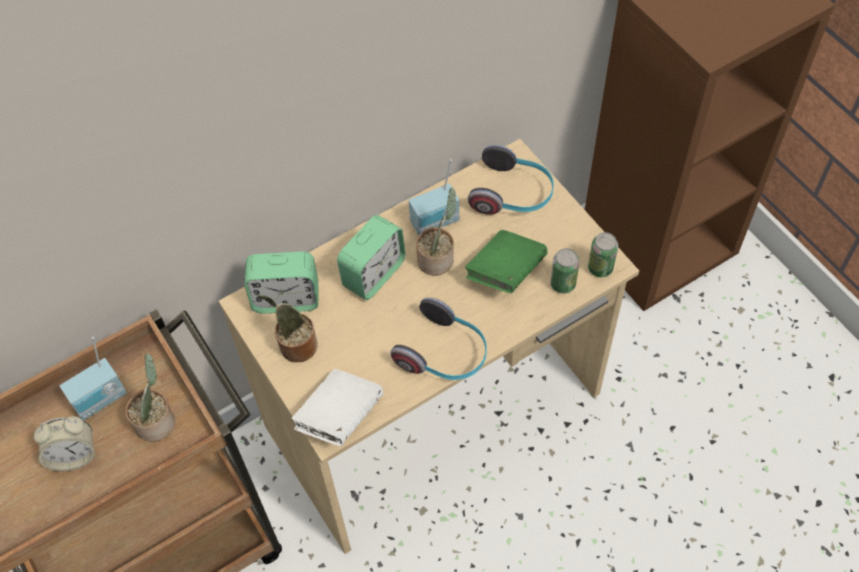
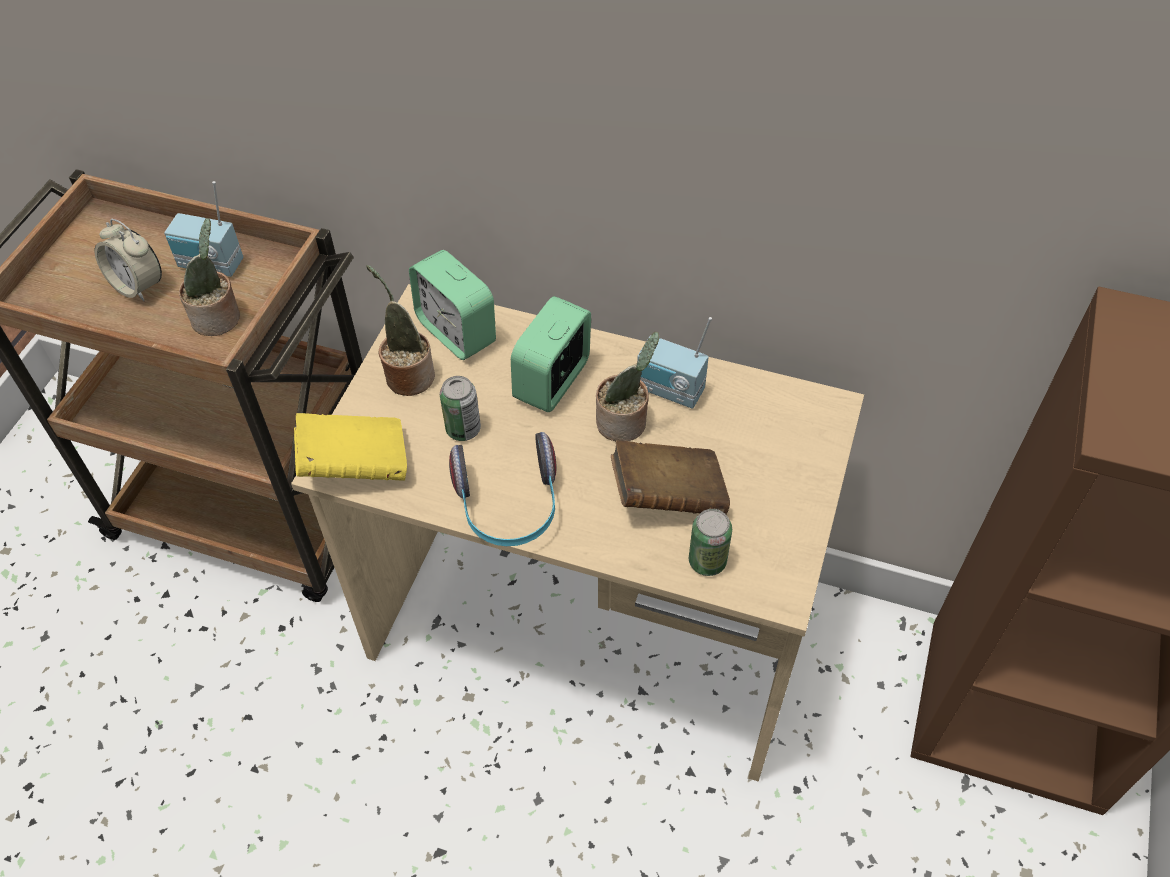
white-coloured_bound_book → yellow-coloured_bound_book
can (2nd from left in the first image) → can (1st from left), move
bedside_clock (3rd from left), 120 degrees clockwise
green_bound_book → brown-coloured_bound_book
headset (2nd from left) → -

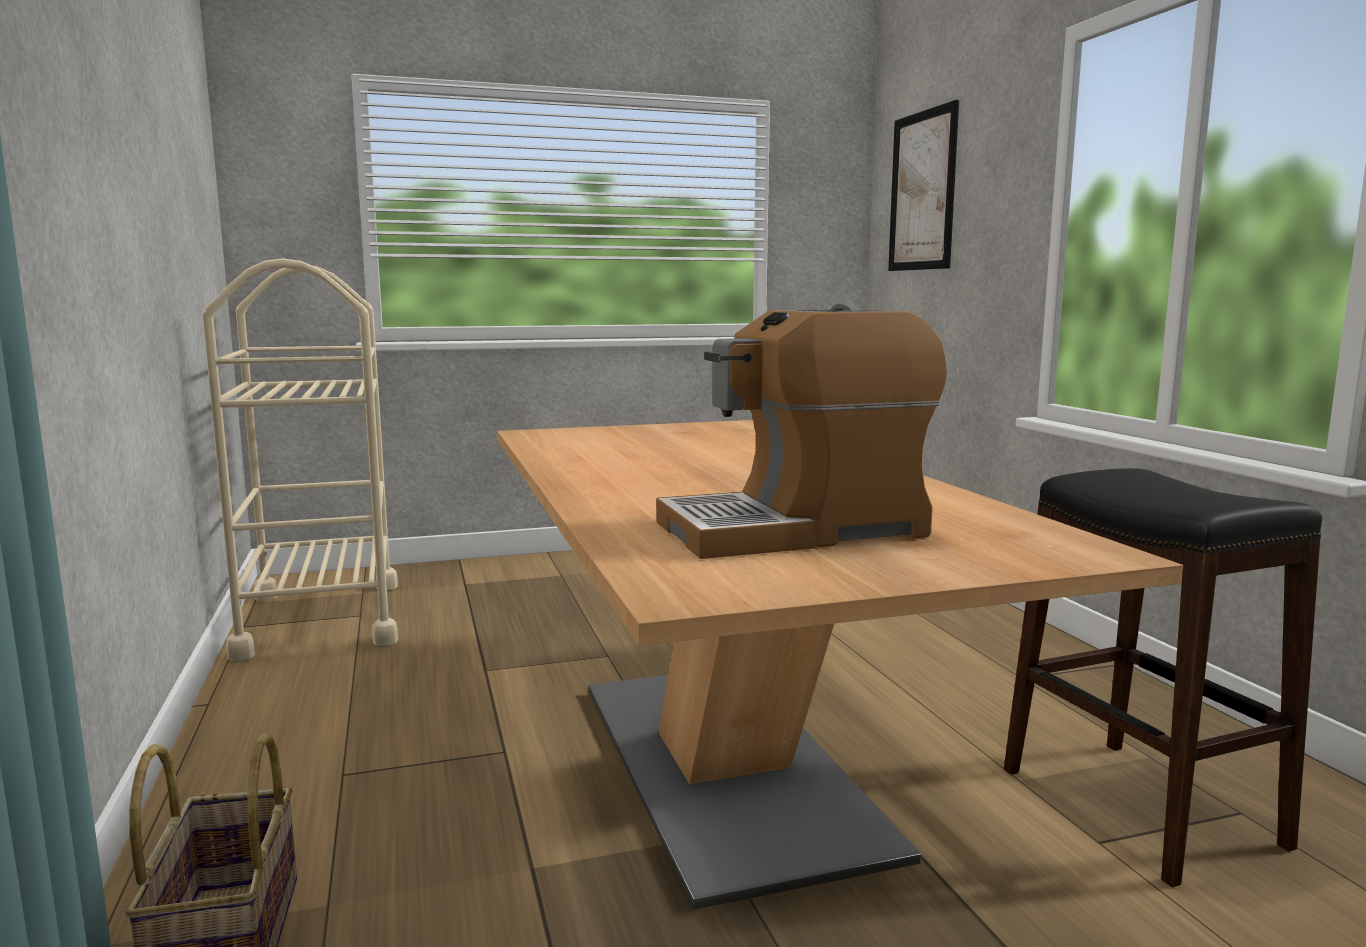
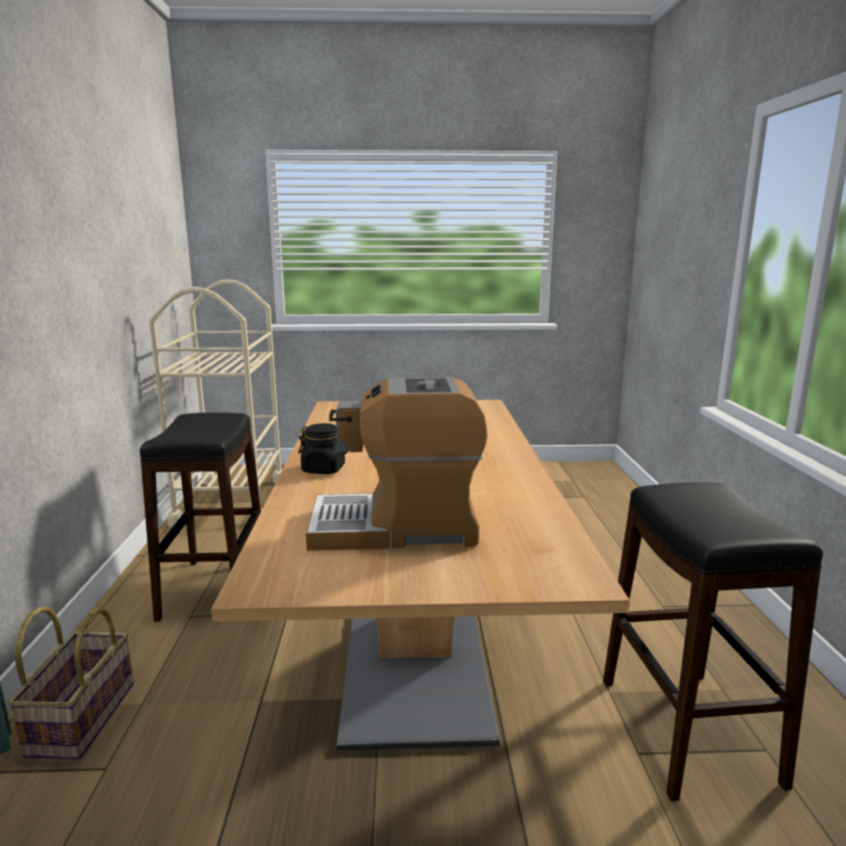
- → black_stool (1st from left)
- → black_preserve_jar
wall_picture → -

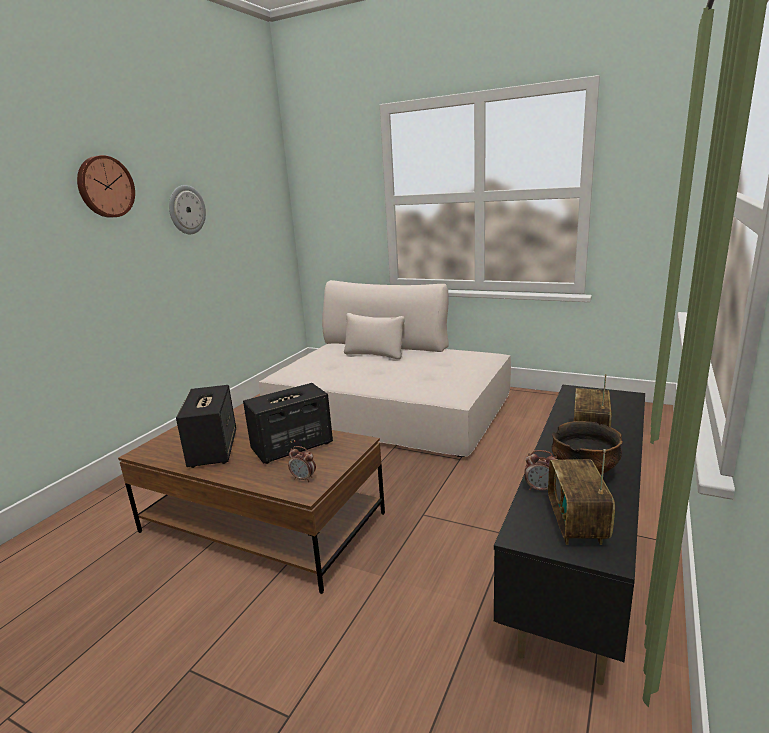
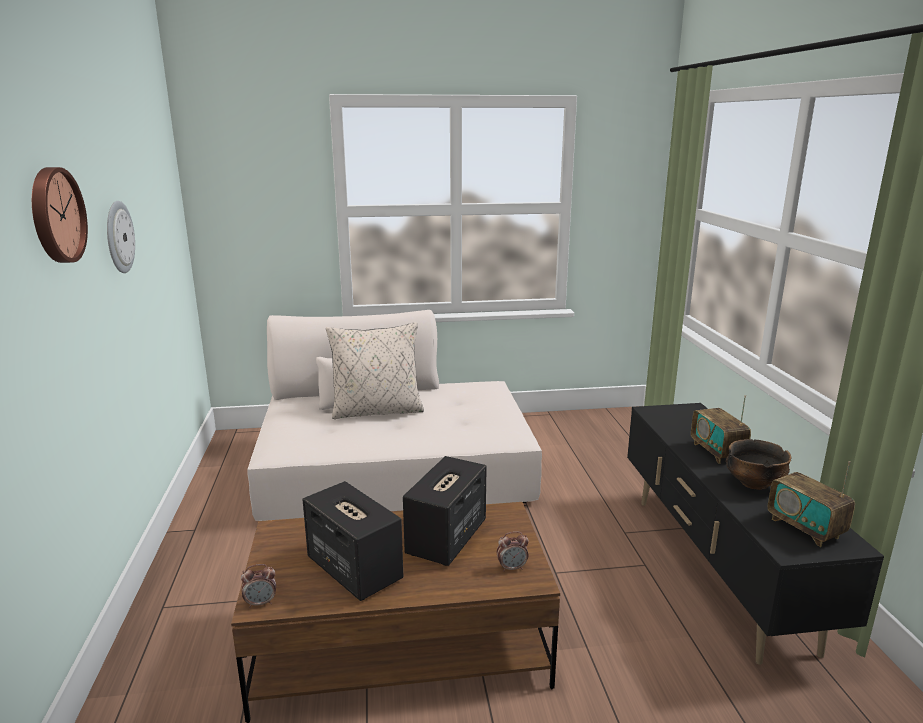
bedside_clock (2nd from left in the first image) → bedside_clock (1st from left), move
- → beige_pillow

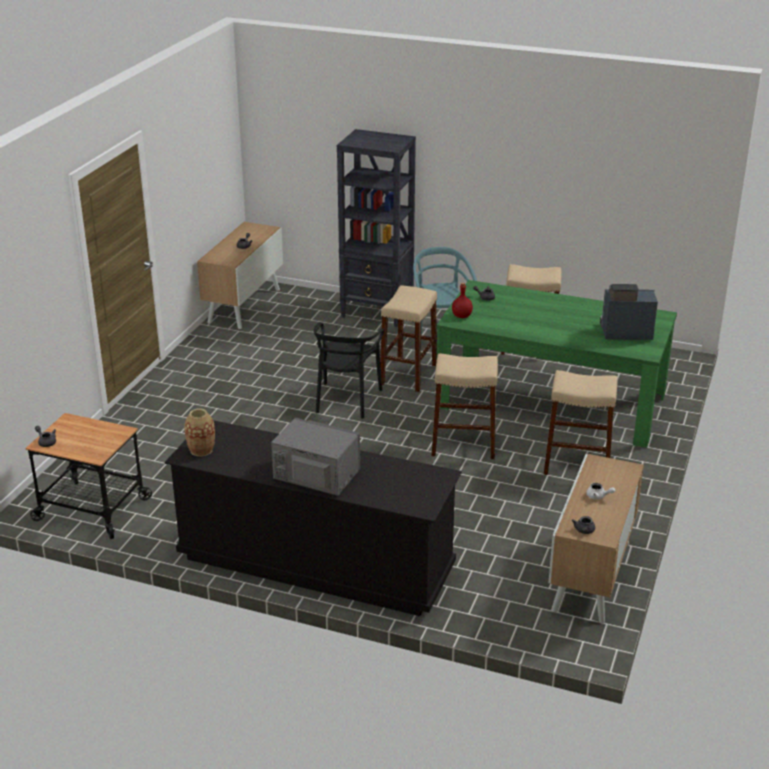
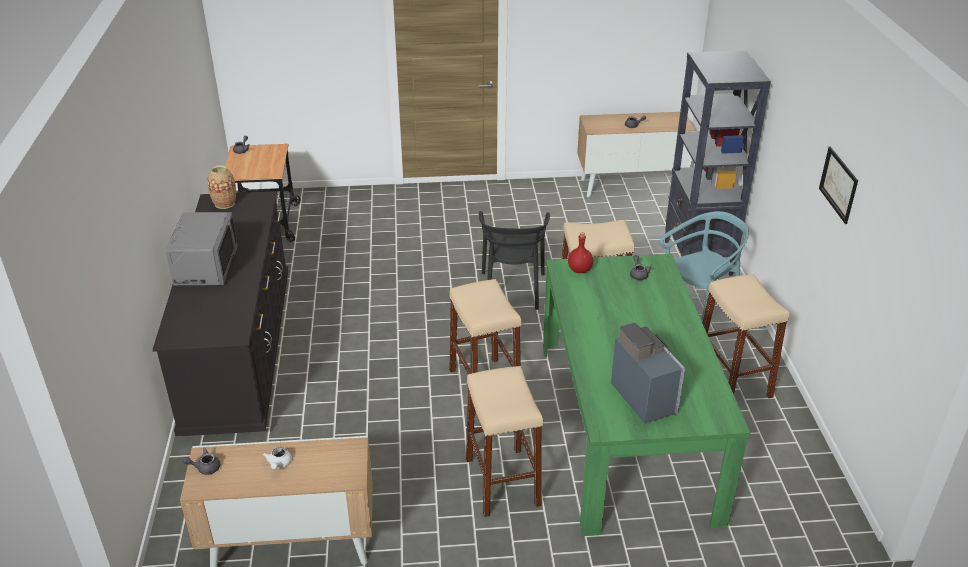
black_chair, 75 degrees counterclockwise
- → wall_picture

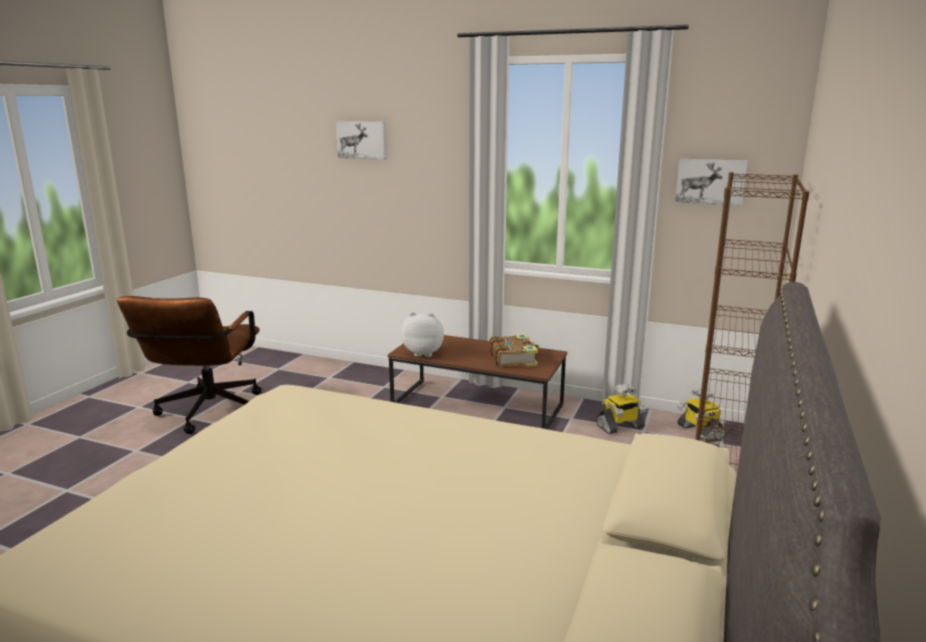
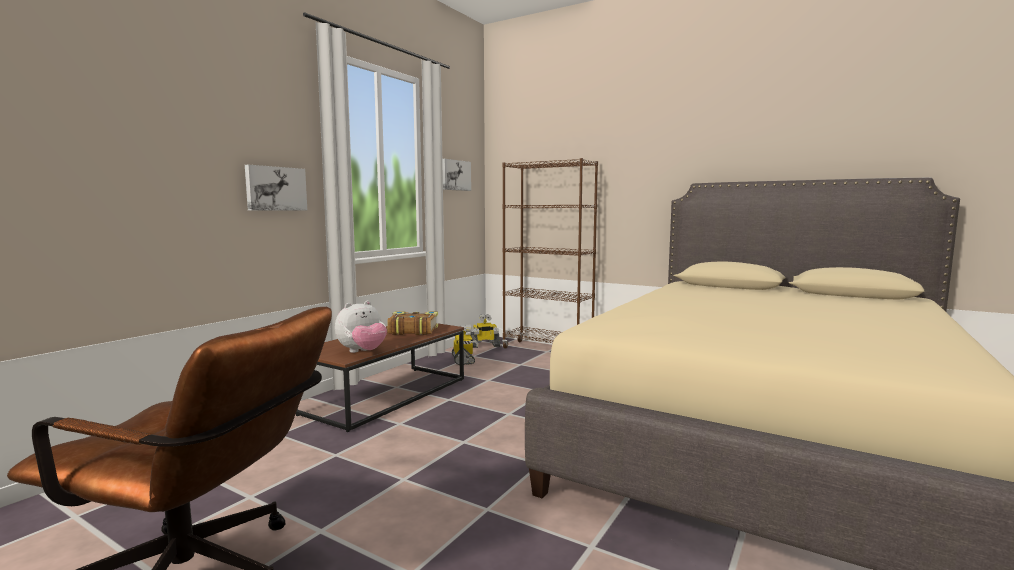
wall_picture (1st from left), move
plush_toy, 150 degrees counterclockwise

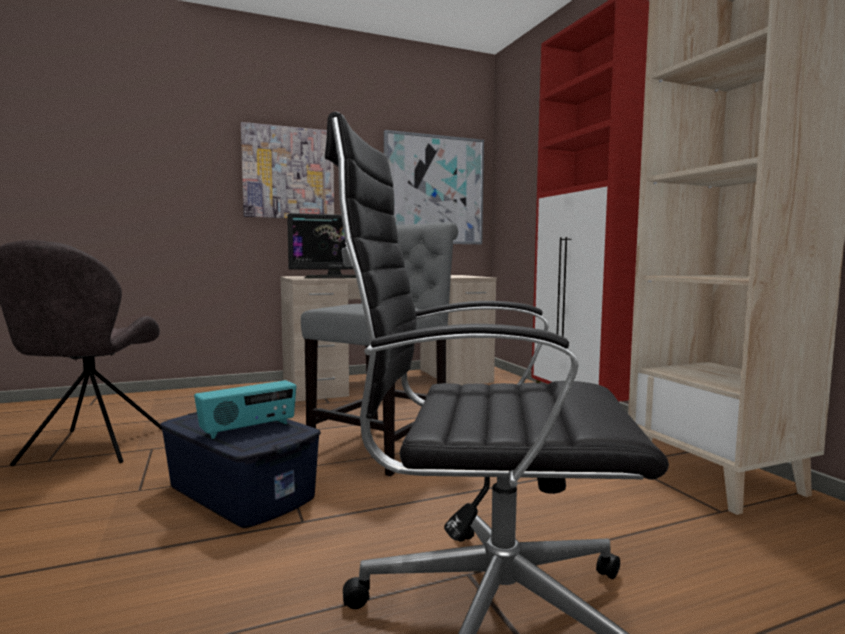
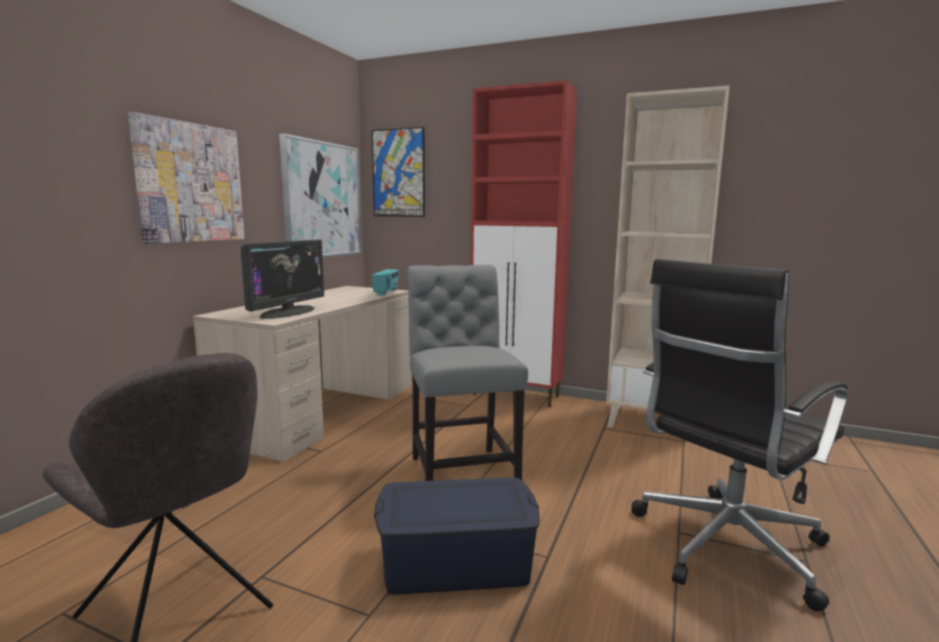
- → wall_picture (3rd from left)
radio_receiver, move

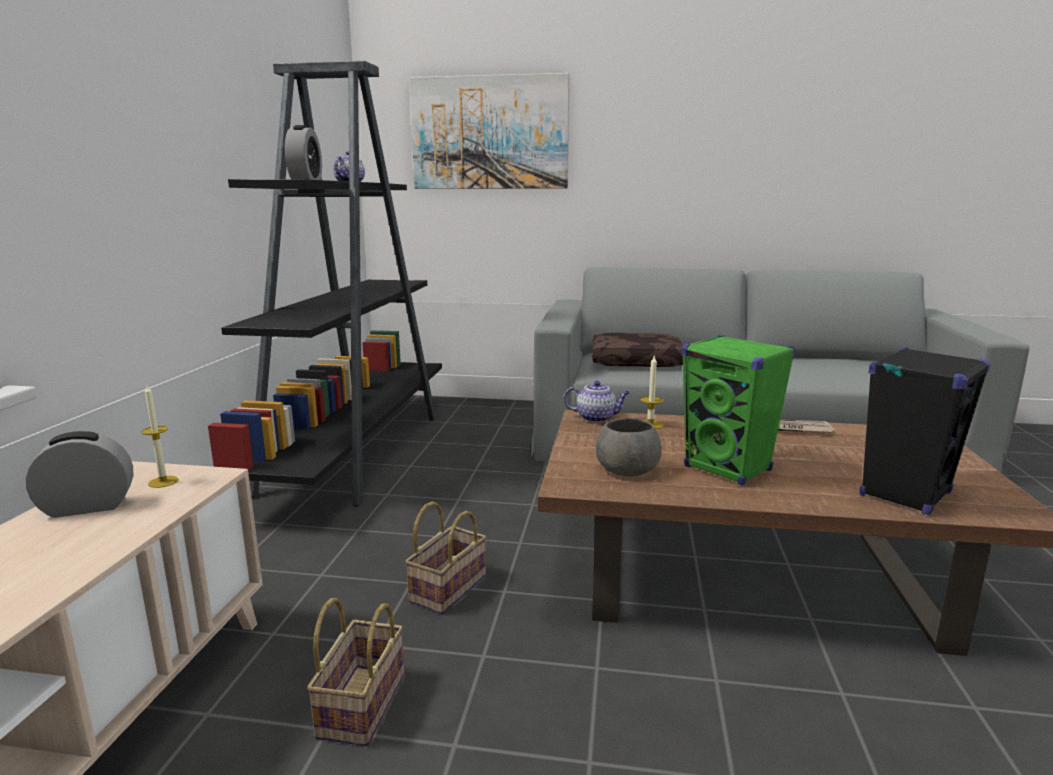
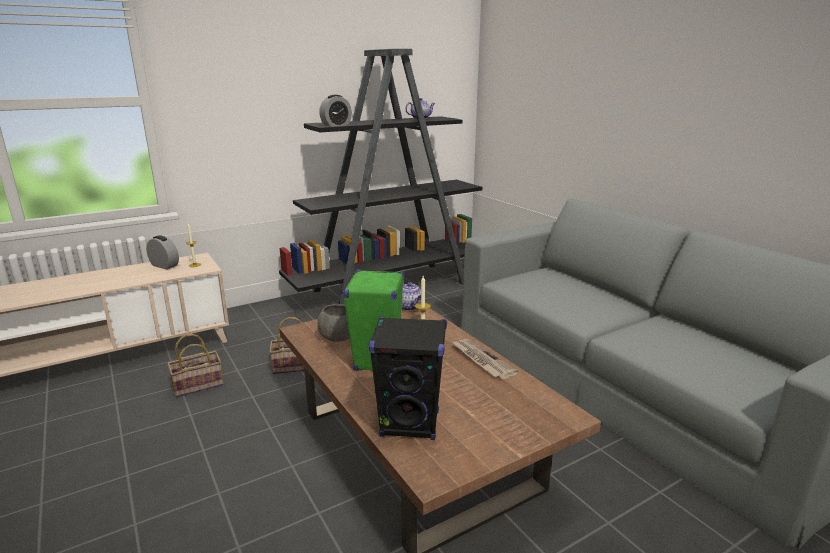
wall_picture → -
brown-coloured_pillow → -

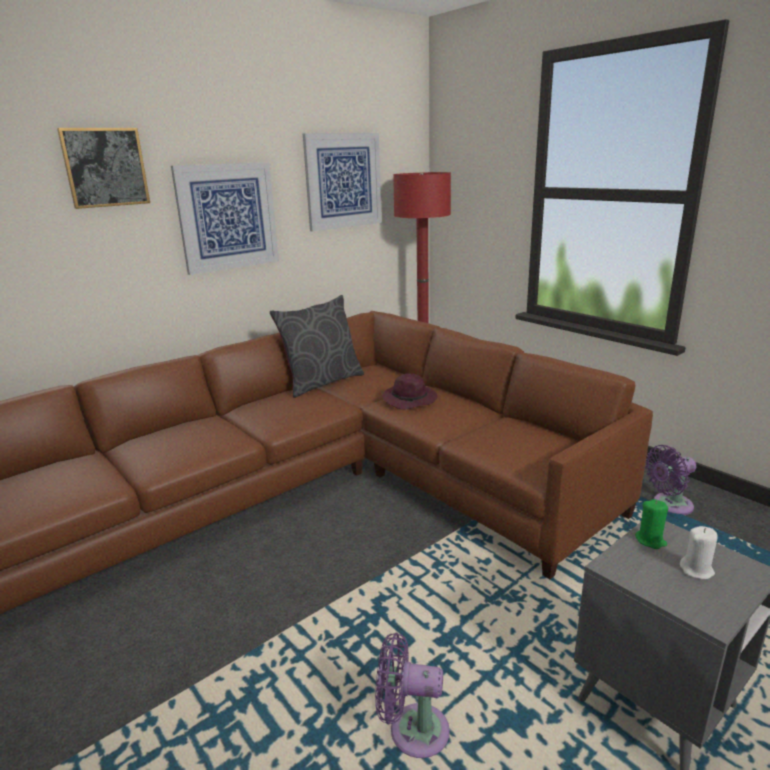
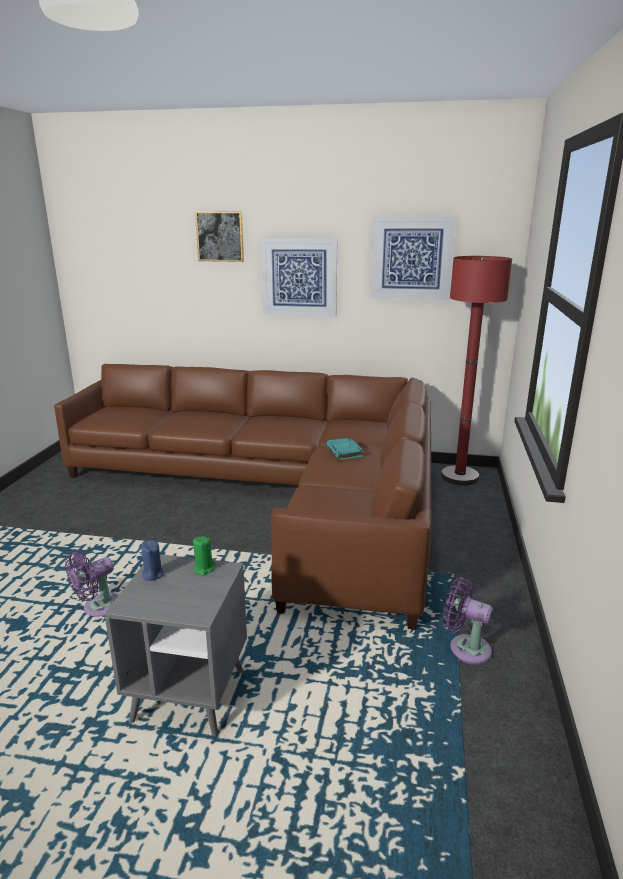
purplish_fan (1st from left), 105 degrees counterclockwise
- → blue-coloured_wax_light
purplish_wearable_hat → blue-green_bound_book
greyish_pillow → -
white-coloured_wax_light → -

